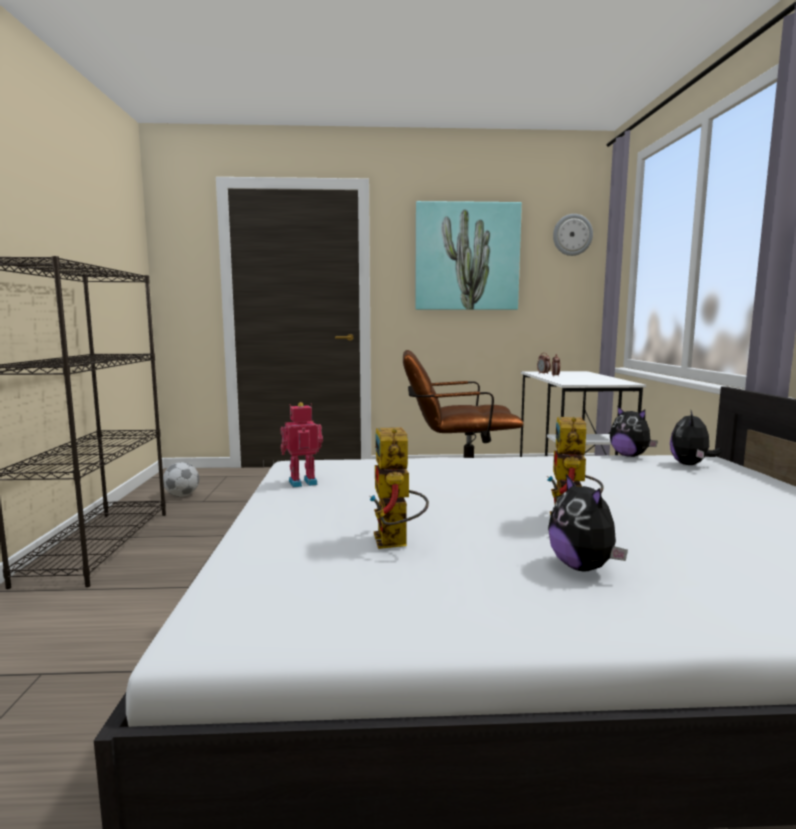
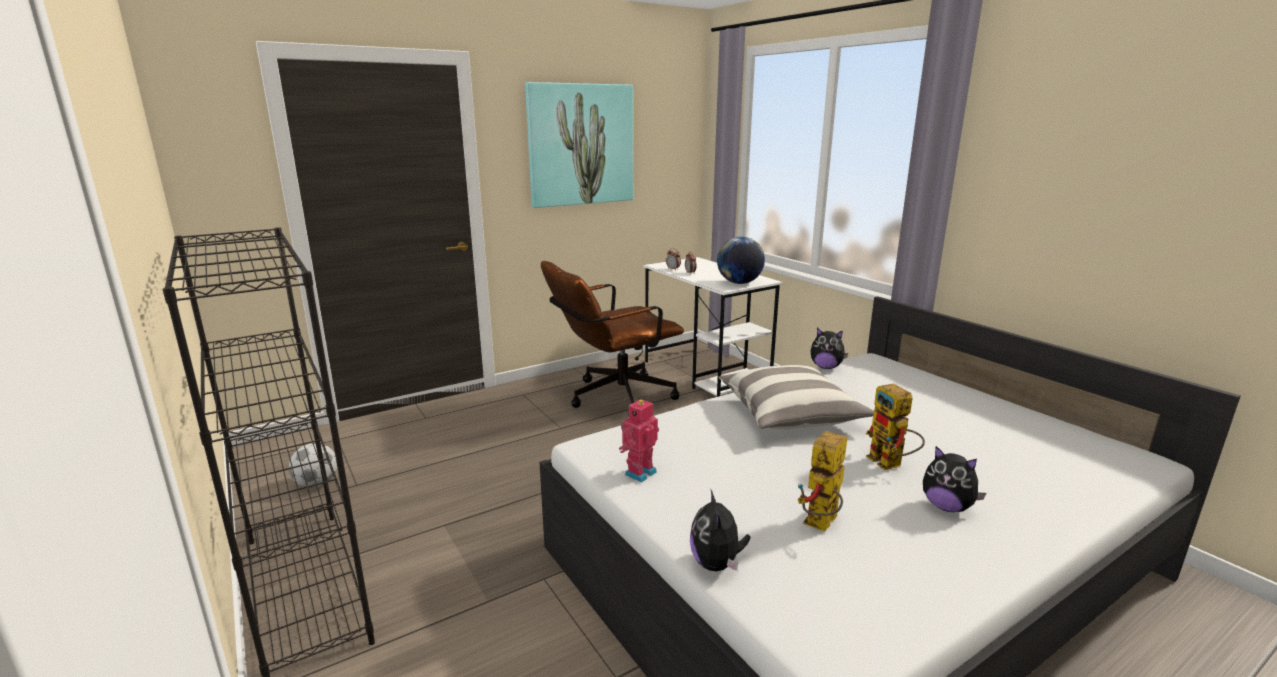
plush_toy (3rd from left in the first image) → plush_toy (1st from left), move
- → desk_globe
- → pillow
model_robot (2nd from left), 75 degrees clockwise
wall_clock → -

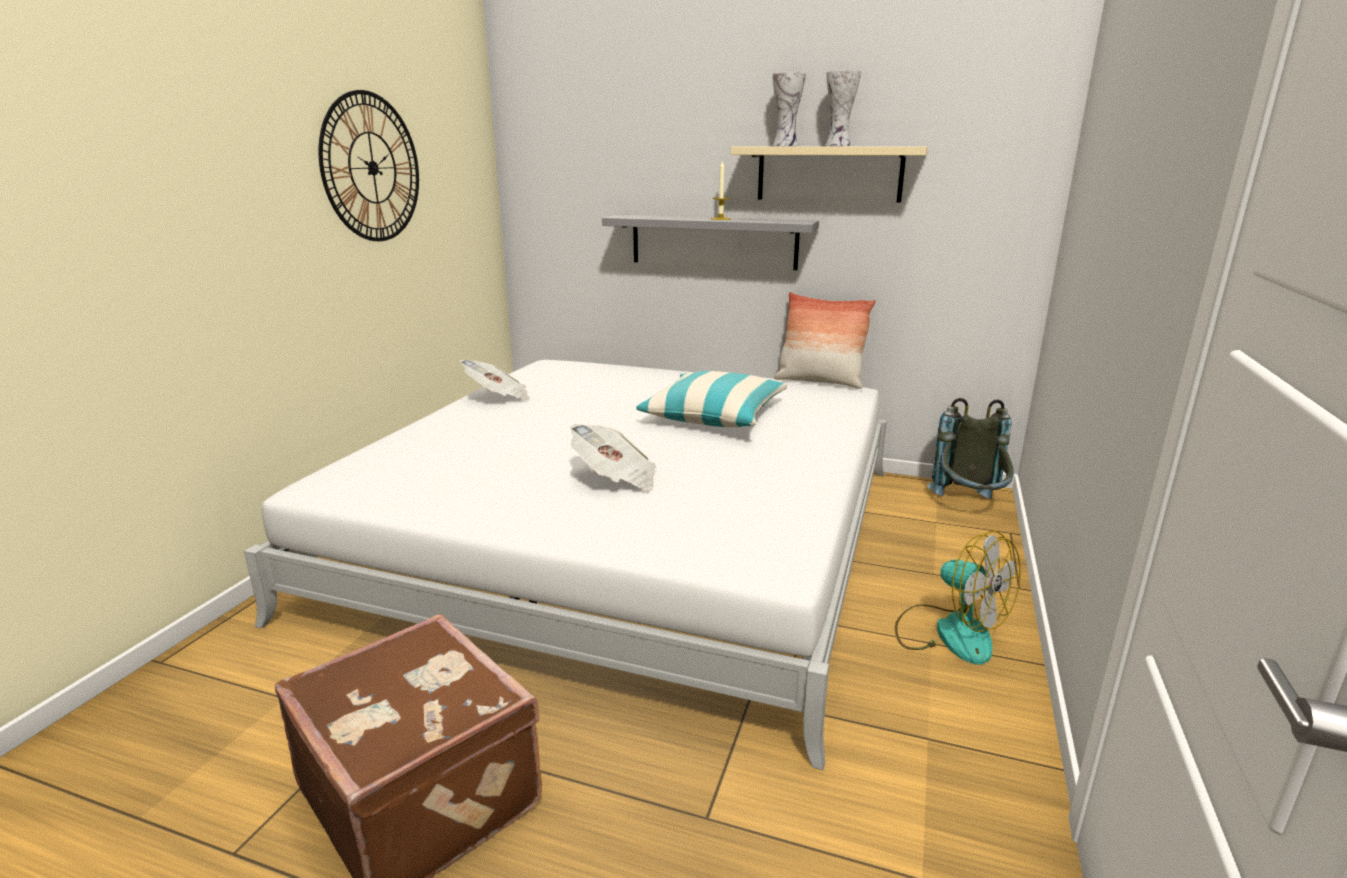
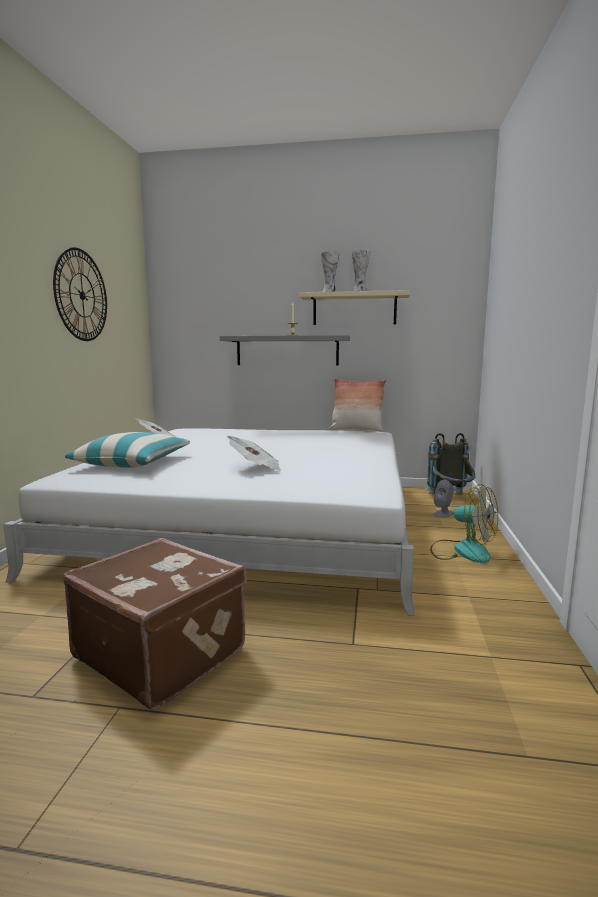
pillow (1st from left), move
- → greyish_speaker

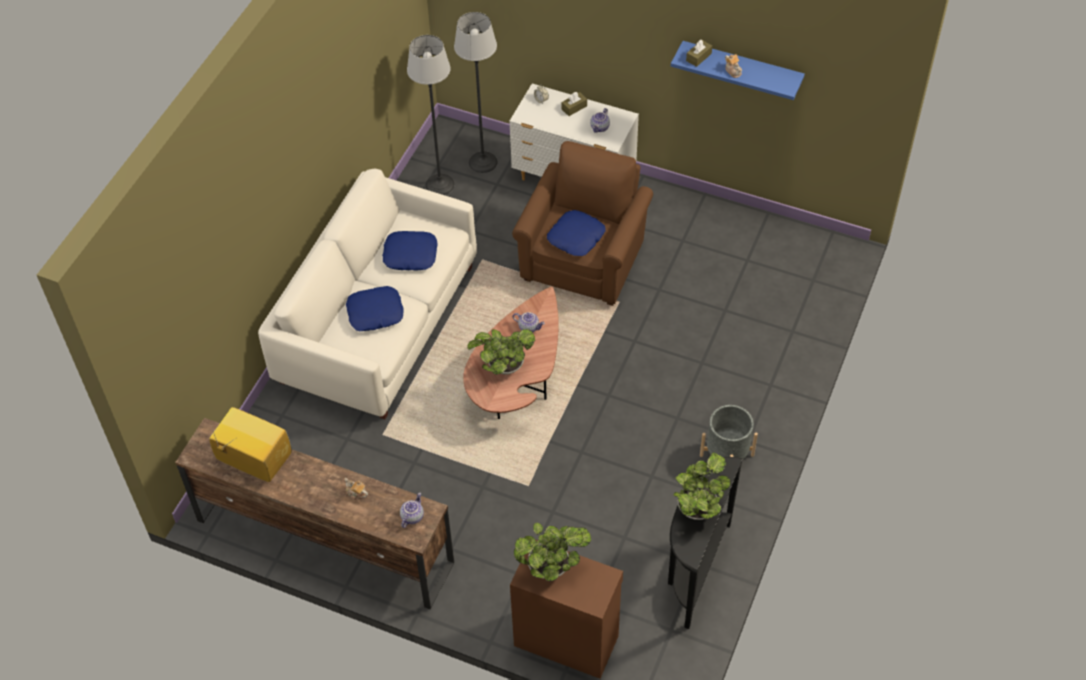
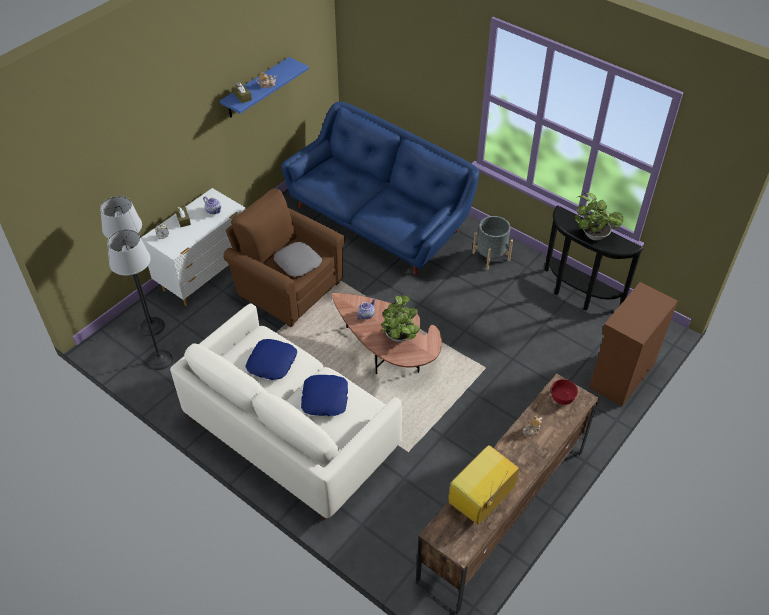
blue-coloured_pillow (3rd from left) → greyish_pillow
- → blue-coloured_settee
teapot (2nd from left) → reddish_bowl
plant_in_a_pot (2nd from left) → -

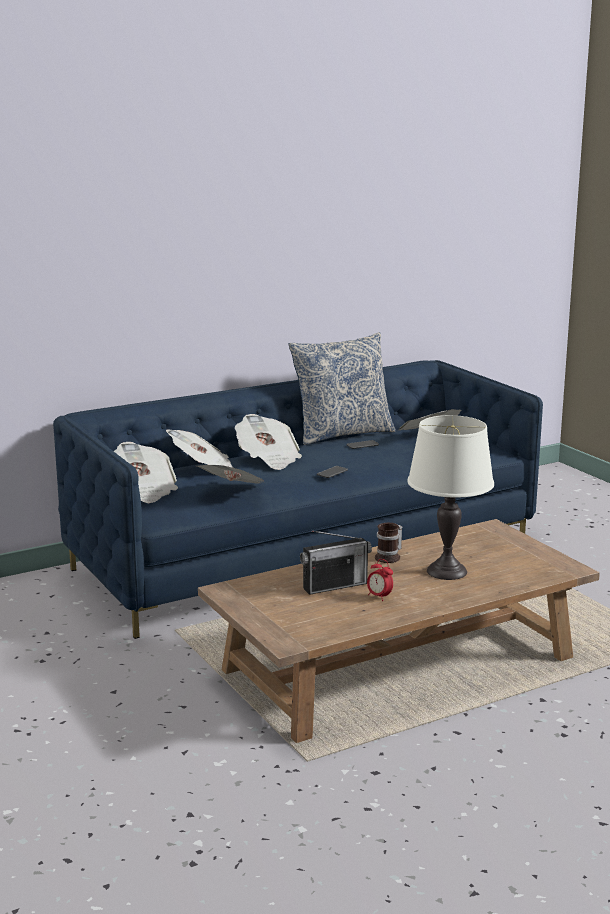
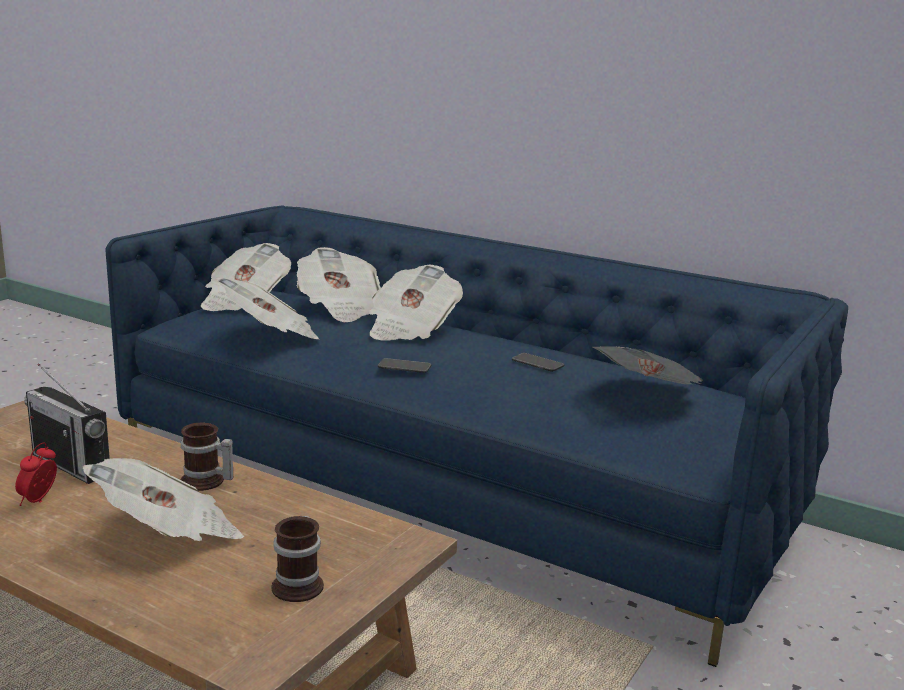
white-coloured_lamp_for_a_table → printed_paper (1st from left)
- → coffee_mug (2nd from left)
pillow → -

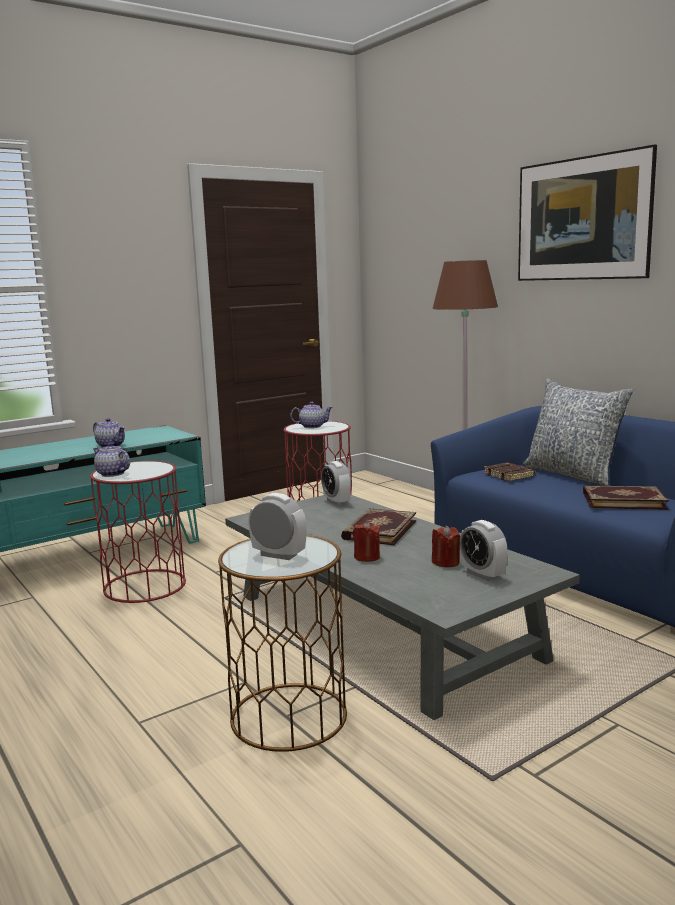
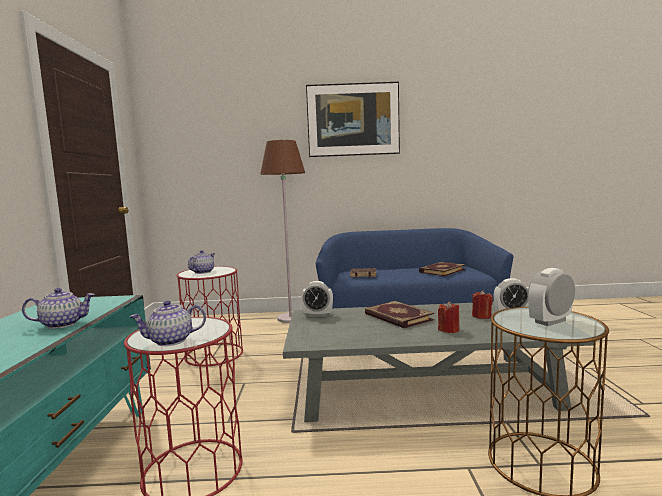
pillow → -

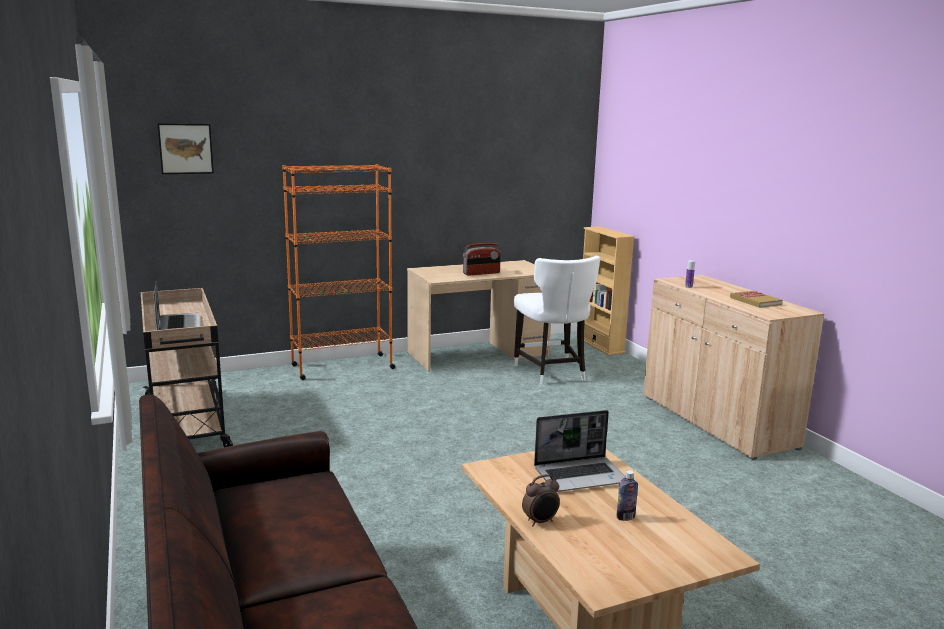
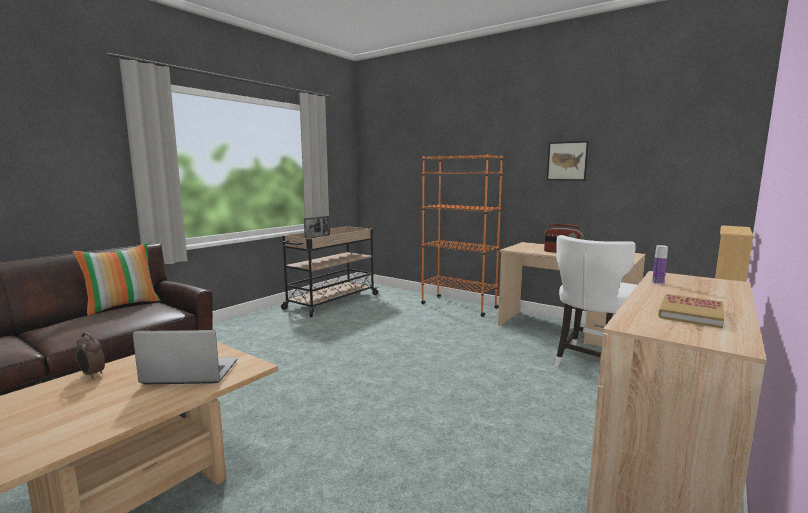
- → pillow
portable_computer (2nd from left in the first image) → portable_computer (1st from left), 135 degrees clockwise
wall_picture, move
beverage_bottle (1st from left) → -

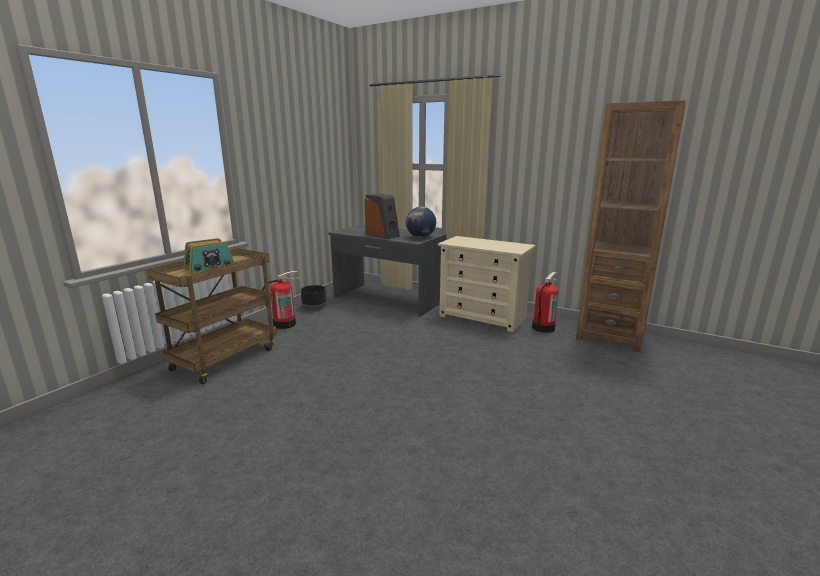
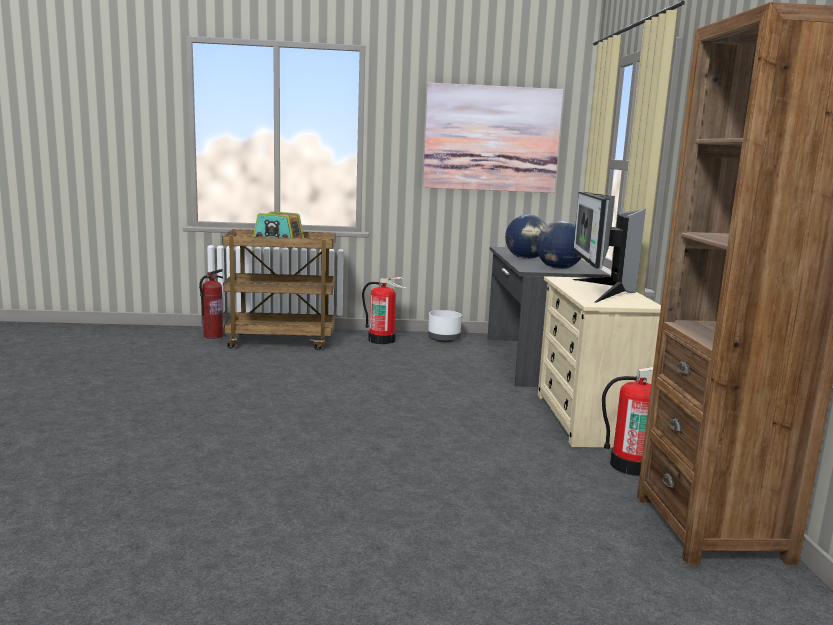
- → fire_extinguisher (1st from left)
- → wall_picture
black_flower_pot → white-coloured_flower_pot
speaker → desk_globe (1st from left)
- → computer_screen

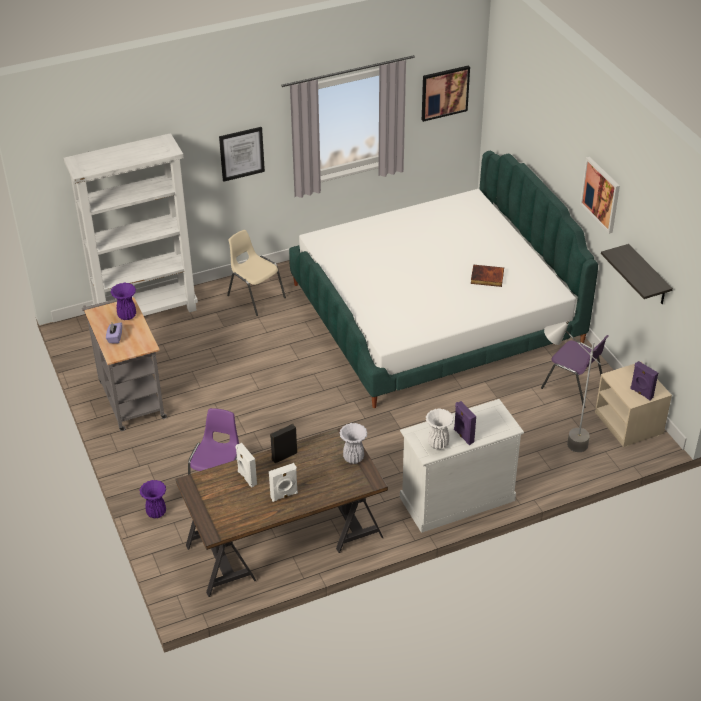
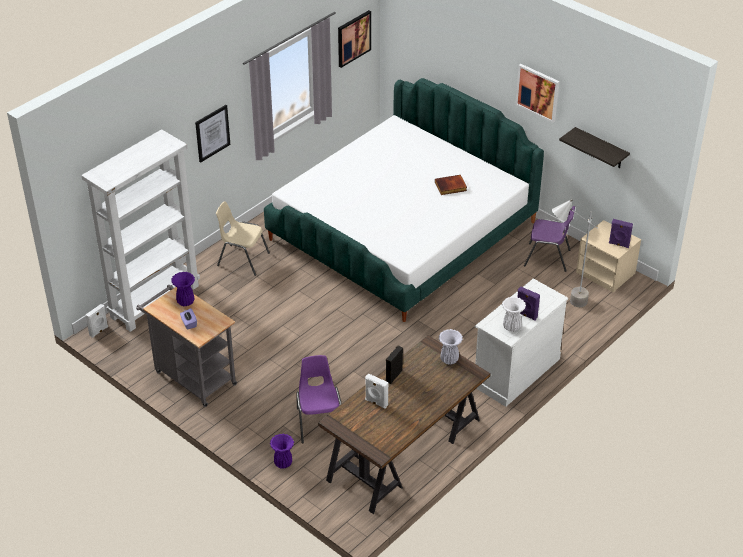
white-coloured_speaker (2nd from left in the first image) → white-coloured_speaker (1st from left), move

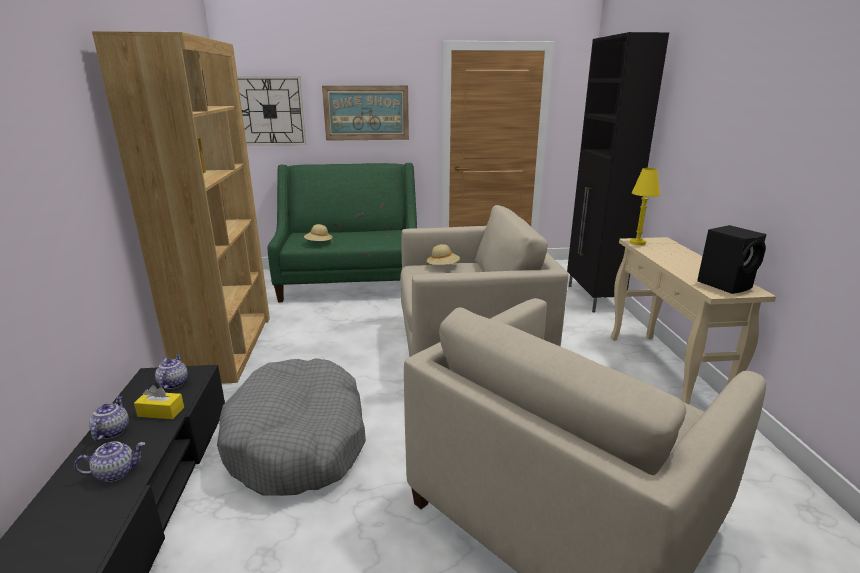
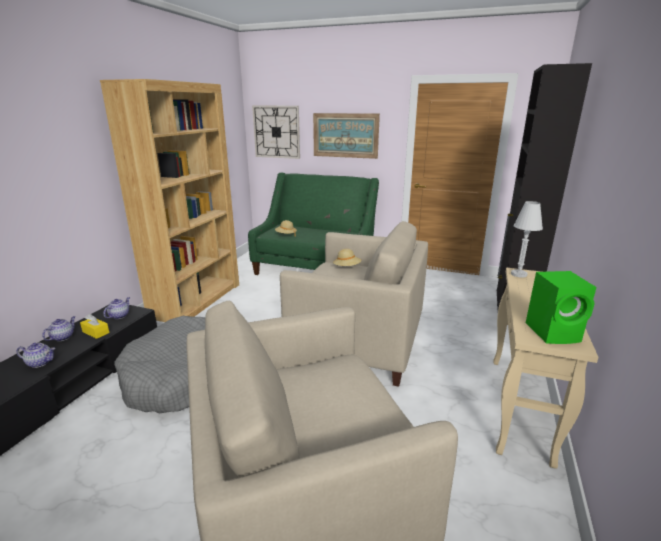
yellow-coloured_lamp_for_a_table → white-coloured_lamp_for_a_table
black_speaker → green_speaker

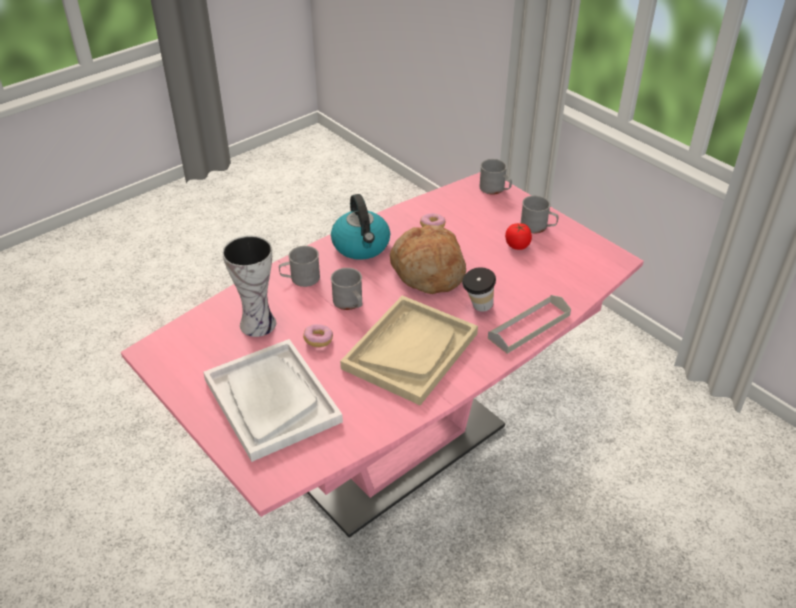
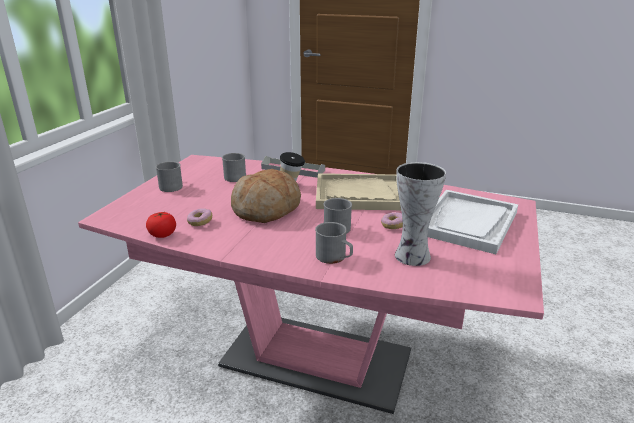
whole_tomato, move
greyish_coffee_mug (3rd from left in the first image) → greyish_coffee_mug (2nd from left), move
tea_kettle → -

